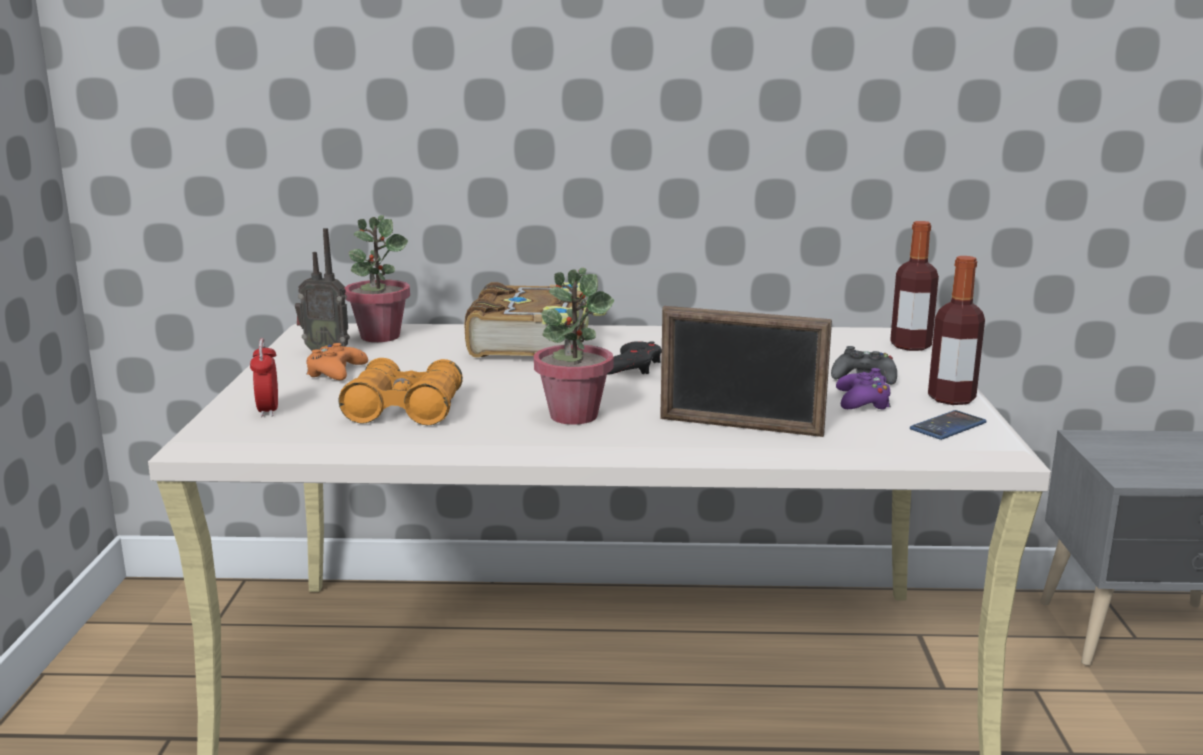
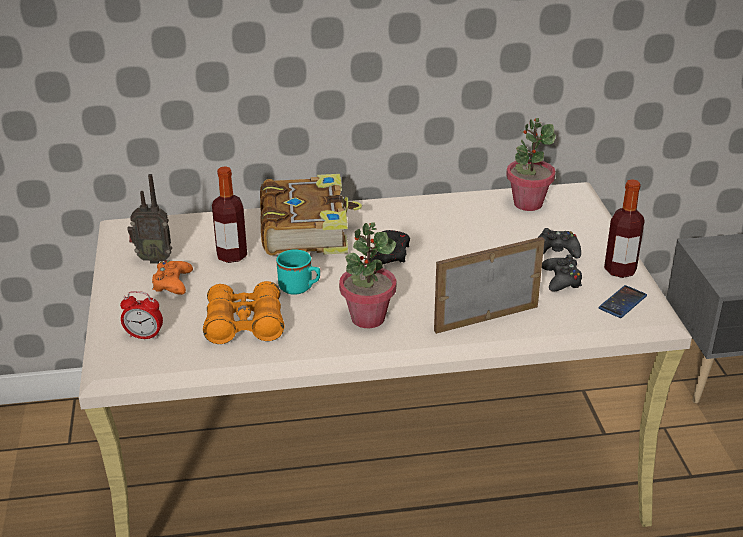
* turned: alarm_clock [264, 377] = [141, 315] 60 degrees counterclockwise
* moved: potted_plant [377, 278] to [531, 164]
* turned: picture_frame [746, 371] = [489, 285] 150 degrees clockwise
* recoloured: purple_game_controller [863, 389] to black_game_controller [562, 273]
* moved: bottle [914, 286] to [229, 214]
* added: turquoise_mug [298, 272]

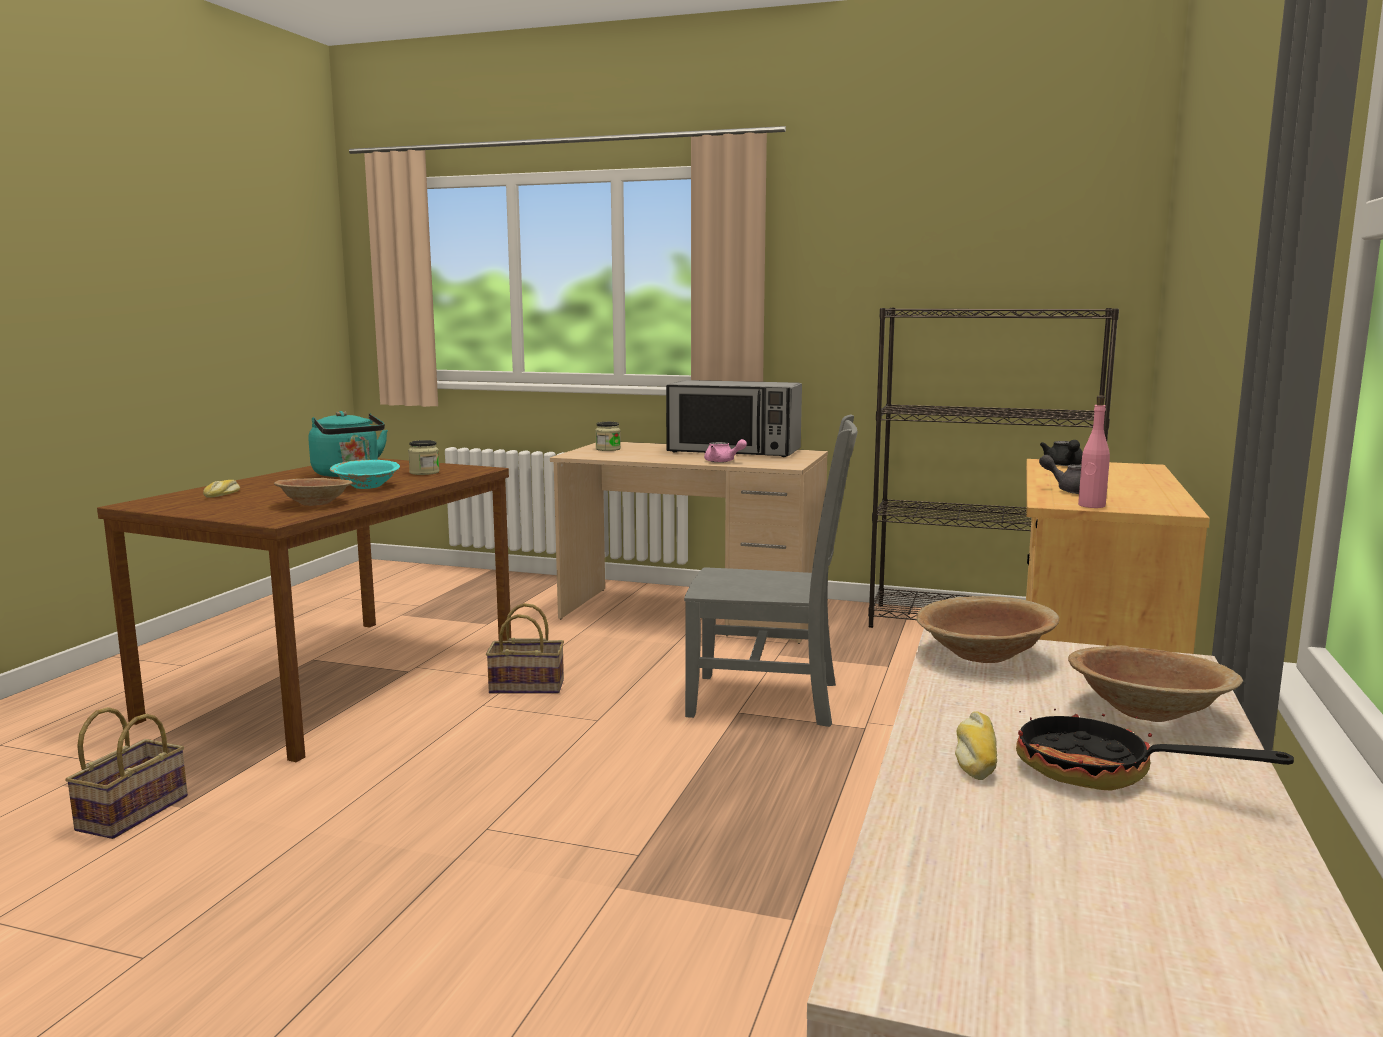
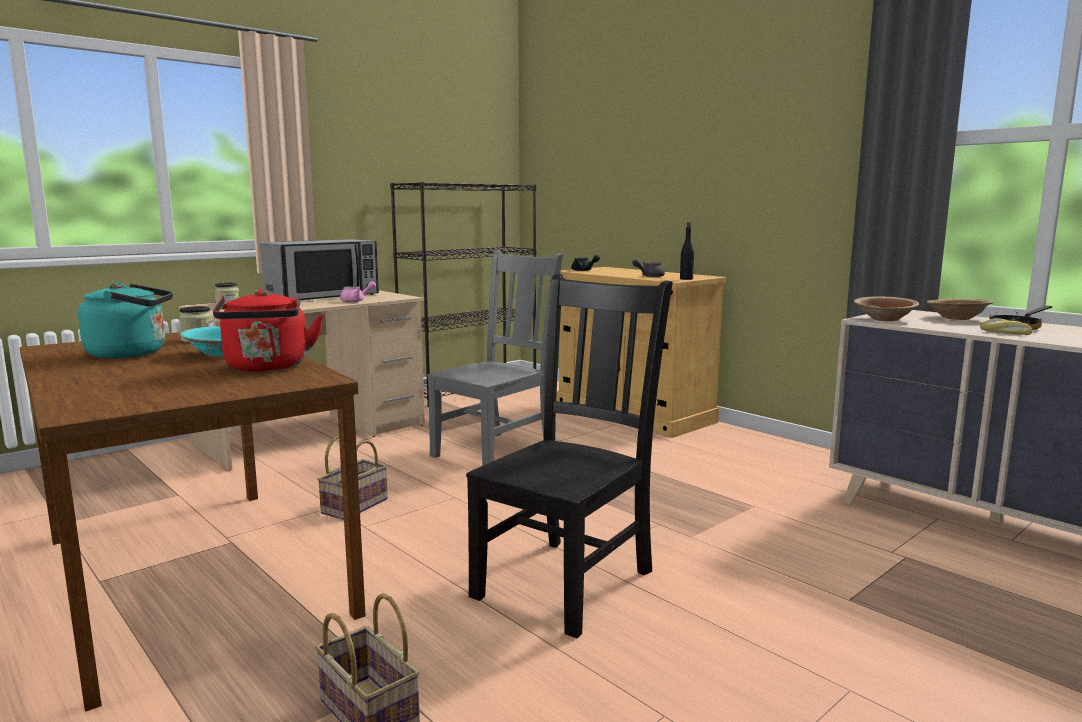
* removed: bread [221, 489]
* replaced: brown_bowl [313, 492] to red_kettle [268, 330]
* recoloured: pink_bottle [1094, 451] to black_bottle [687, 251]
* added: black_chair [569, 456]

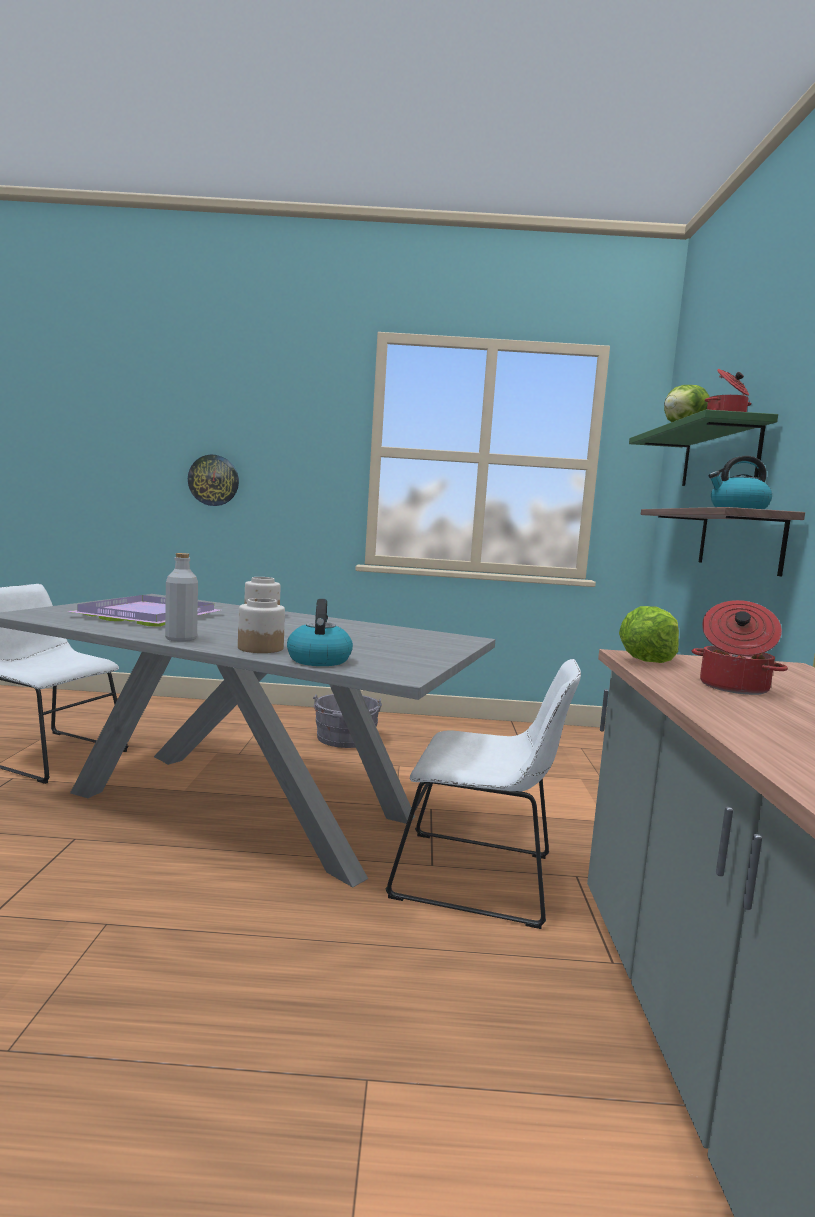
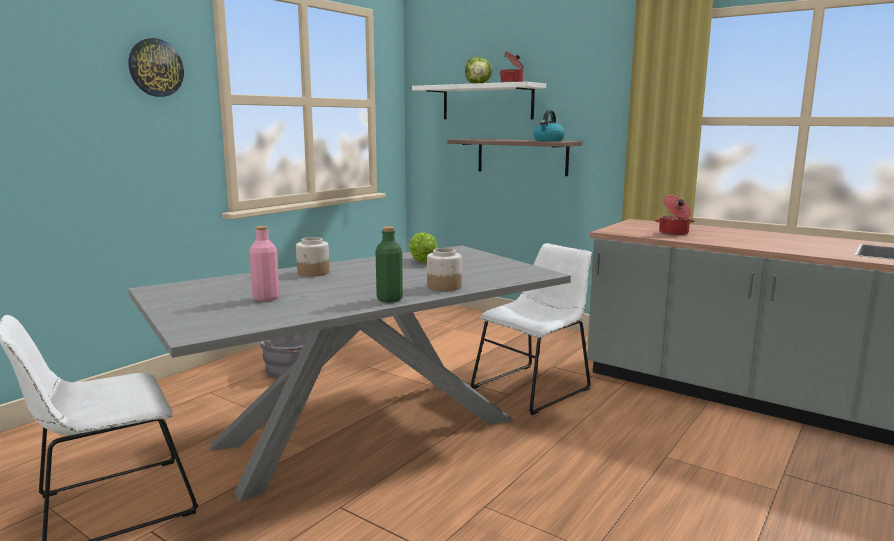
* replaced: purple_tray [144, 611] to pink_bottle [264, 264]
* recoloured: grey_bottle [181, 597] to green_bottle [389, 264]
* moved: wall_clock [213, 480] to [156, 67]
* removed: kettle [320, 632]
* moved: lettuce [649, 634] to [423, 247]
* recoloured: green_shelf [703, 448] to white_shelf [479, 100]

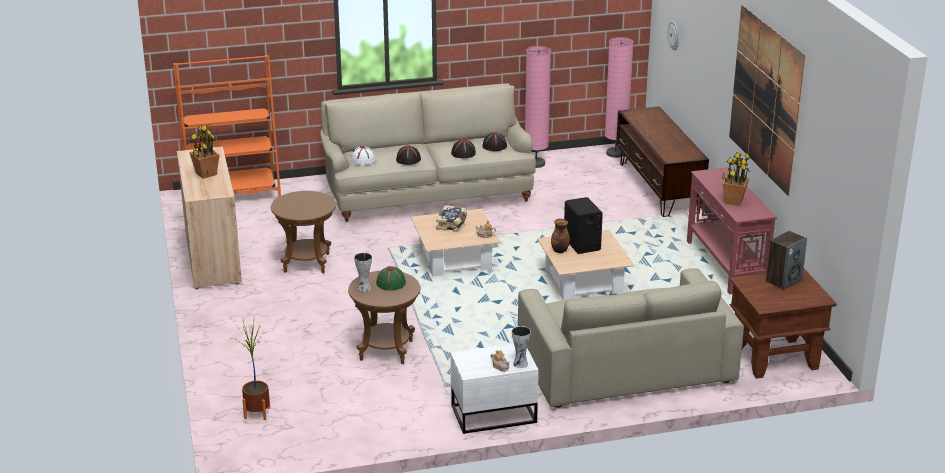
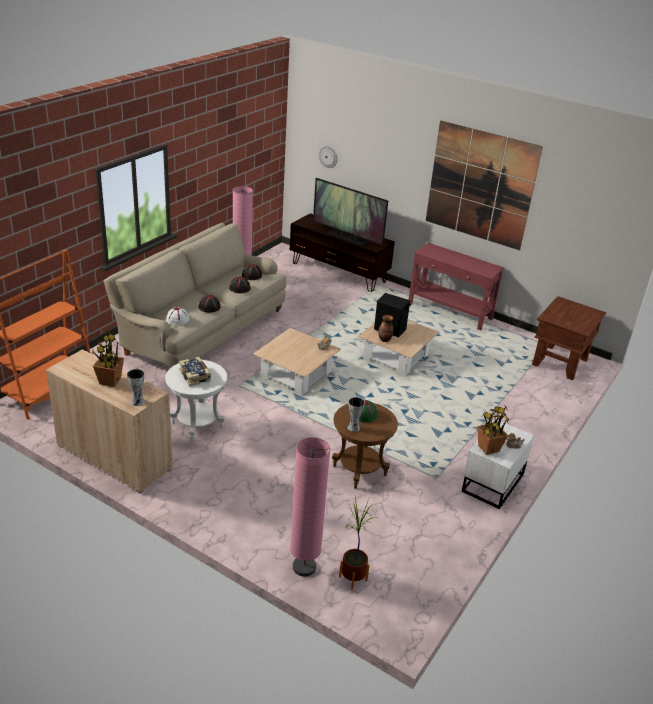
* recoloured: brown_side_table [303, 232] to white_side_table [196, 401]
* moved: book [451, 218] to [195, 371]
* moved: vase [521, 347] to [136, 387]
* removed: beige_sofa [631, 338]
* moved: pink_floor_lamp [619, 97] to [310, 507]
* moved: potted_plant [736, 179] to [493, 429]
* removed: speaker [786, 260]
* added: television [350, 212]

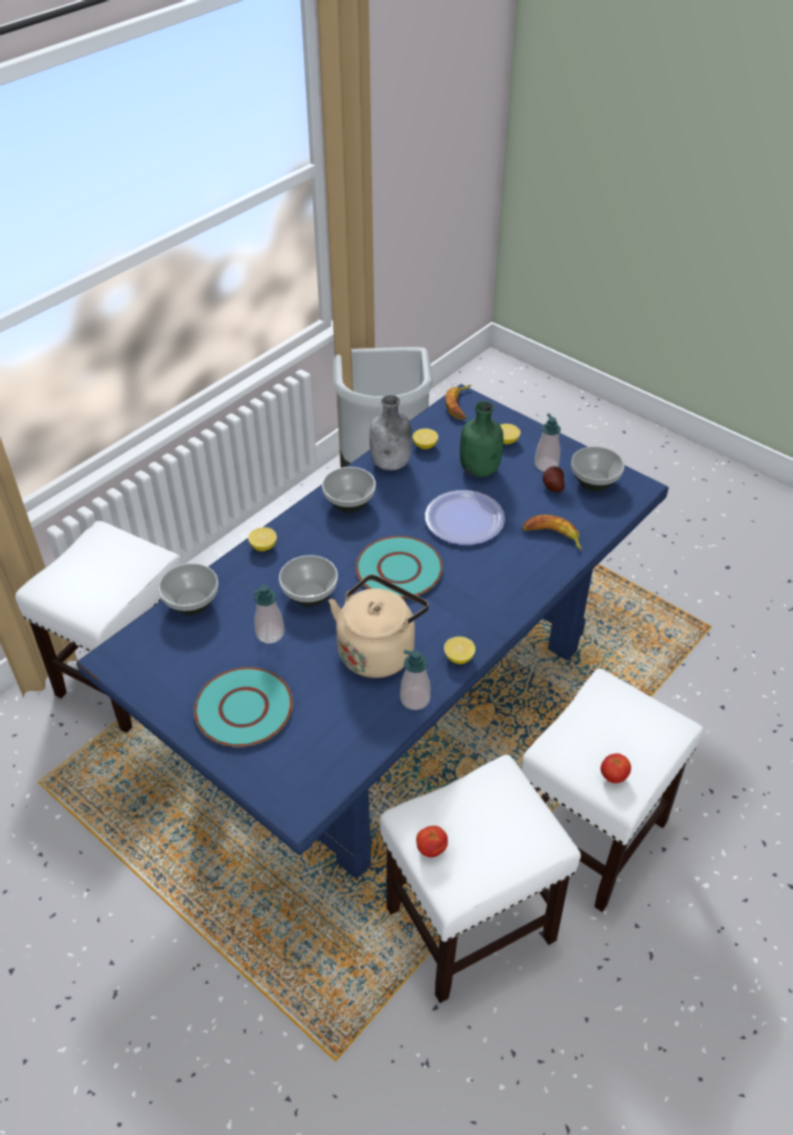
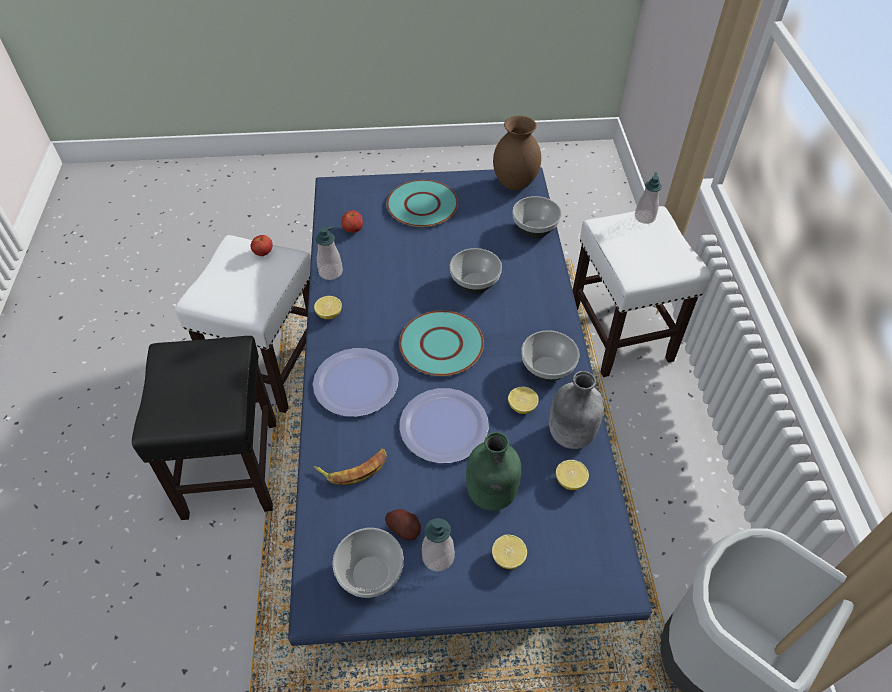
* moved: lemon [262, 539] to [523, 400]
* moved: soap_dispenser [268, 614] to [648, 198]
* removed: beige_kettle [379, 626]
* removed: banana [458, 402]
* recoloured: white_stool [612, 790] to black_stool [204, 428]
* moved: tomato [616, 768] to [352, 221]
* added: plate [356, 382]
* added: brown_vase [517, 153]

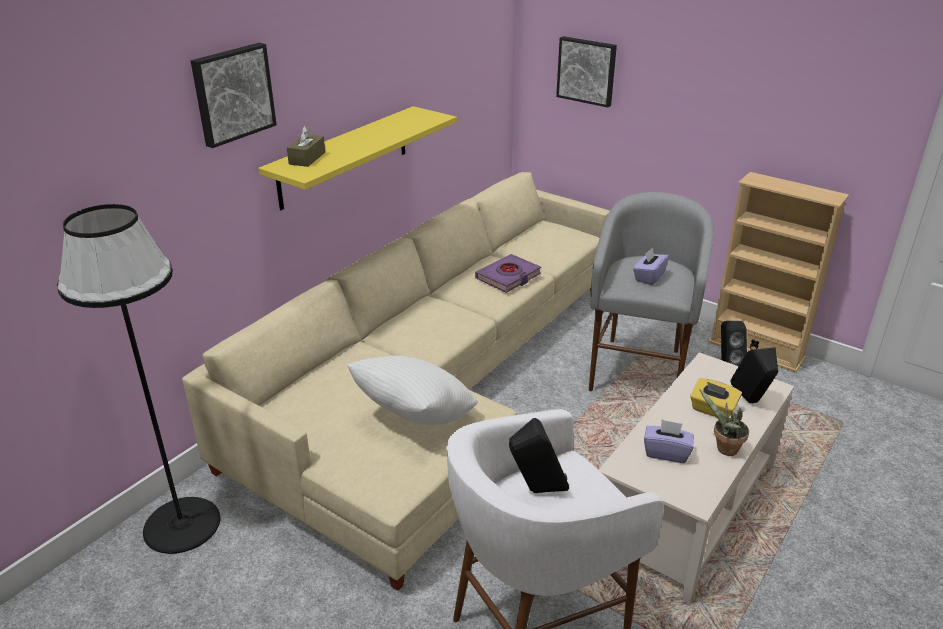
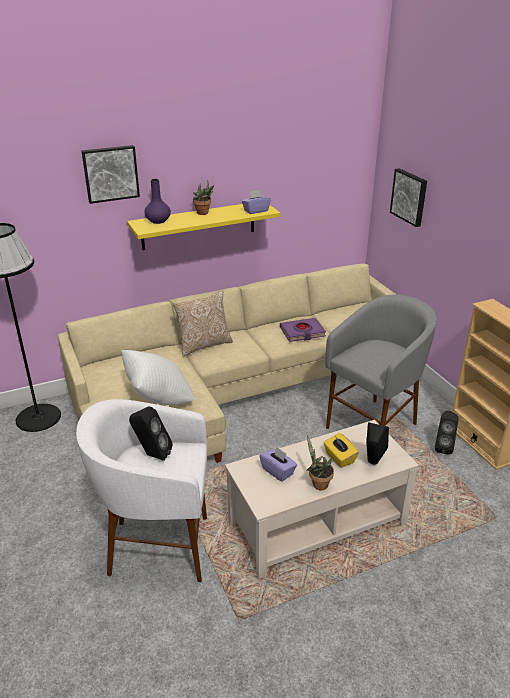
* replaced: brown_tissue_box [306, 146] to purple_vase [157, 201]
* moved: purple_tissue_box [651, 266] to [256, 202]
* added: pillow [203, 324]
* added: potted_plant [203, 197]

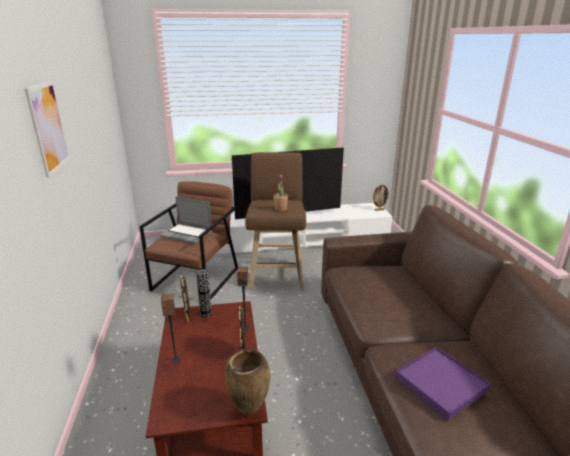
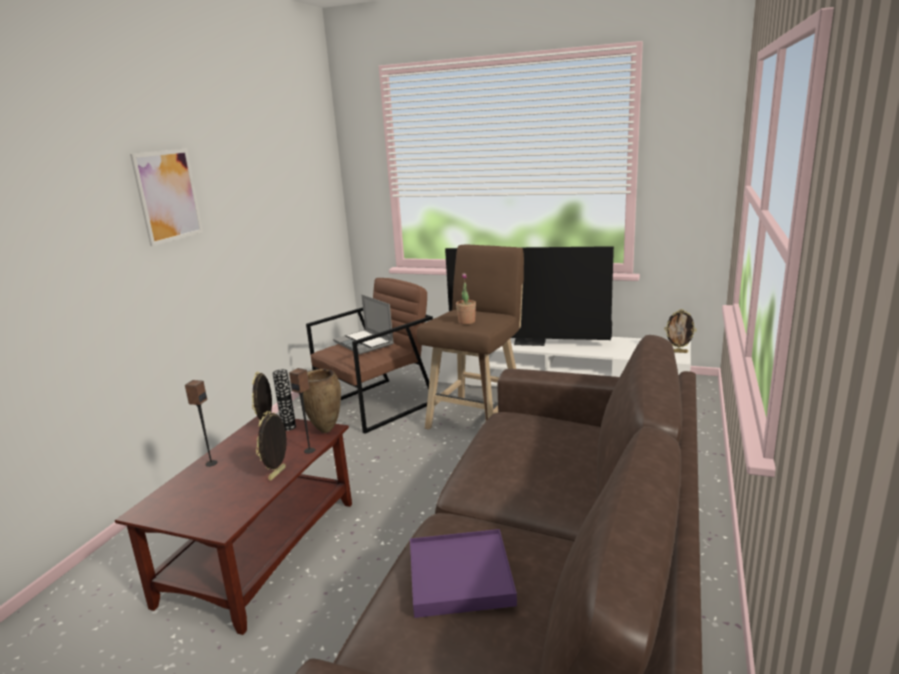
* moved: brown_vase [247, 382] to [322, 401]

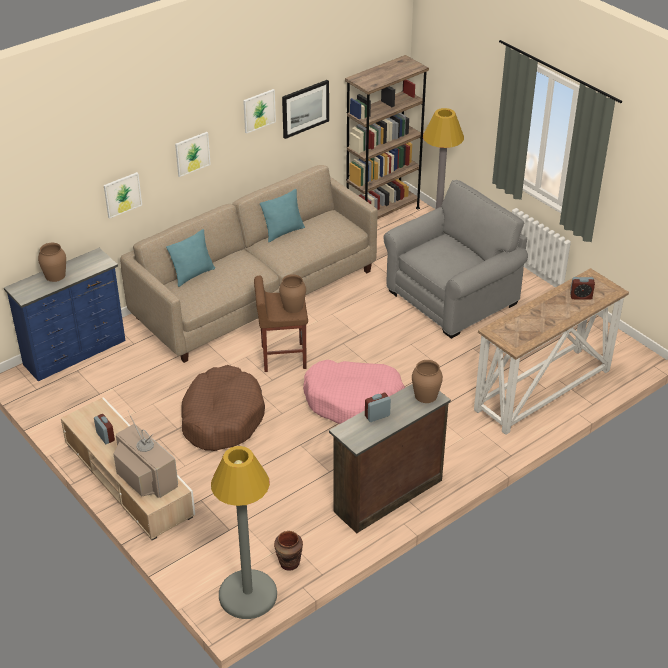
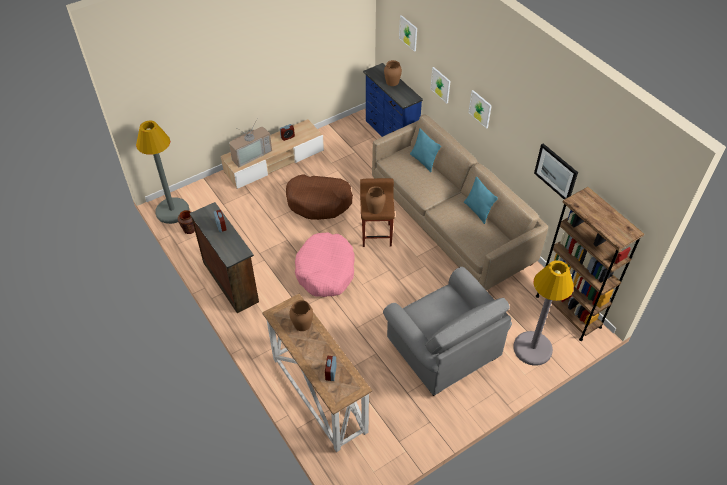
* moved: picture [259, 111] to [408, 33]
* moved: brown_vase [427, 381] to [301, 315]

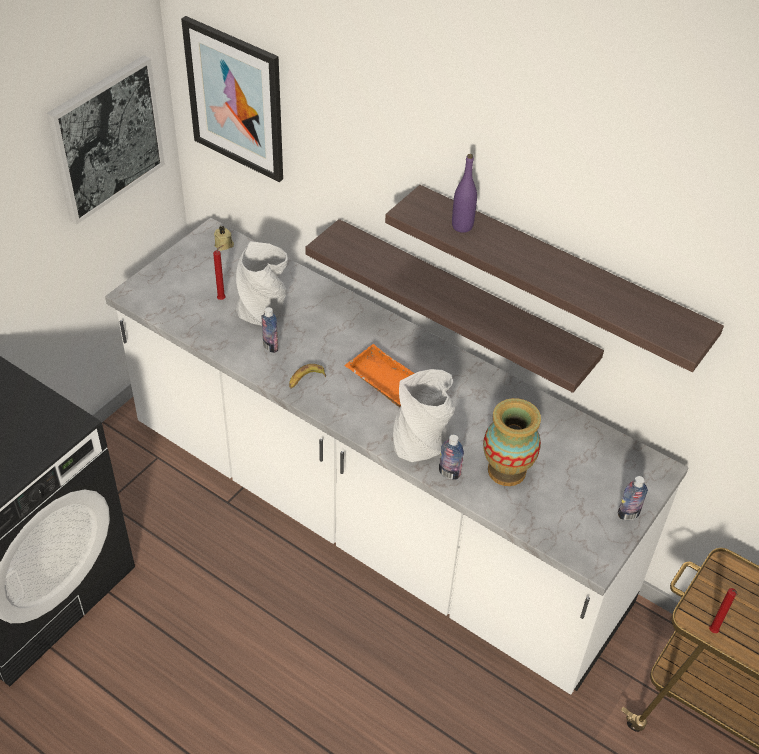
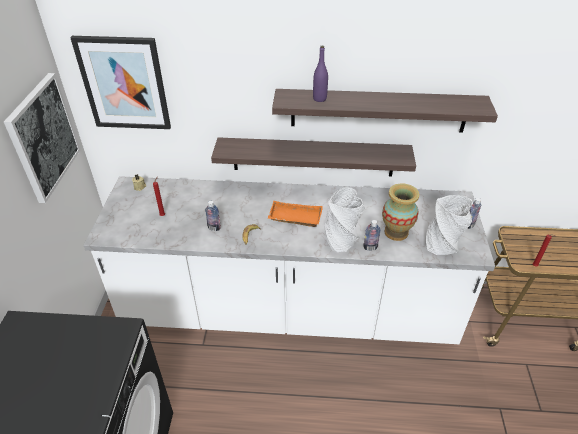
* moved: grey_vase [262, 283] to [449, 225]

